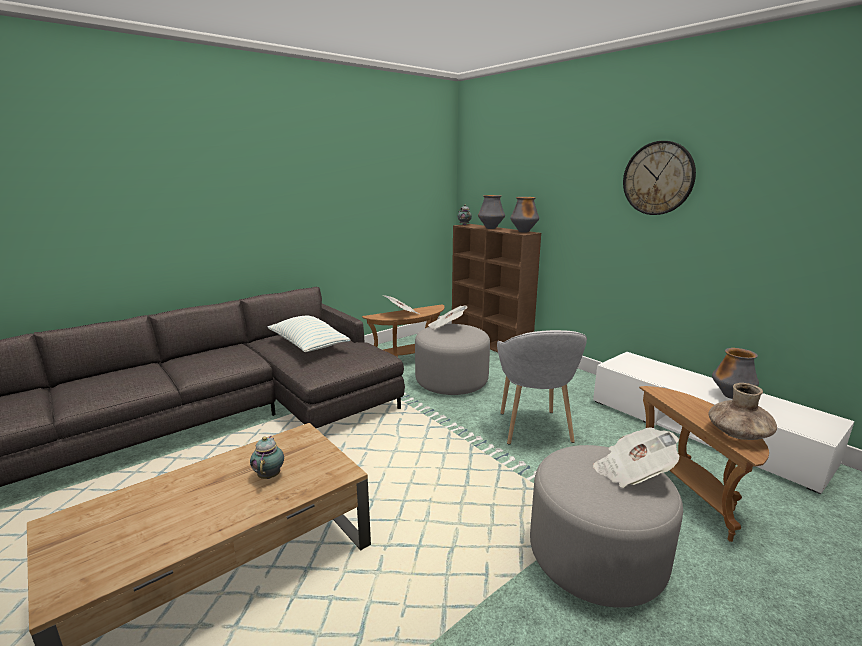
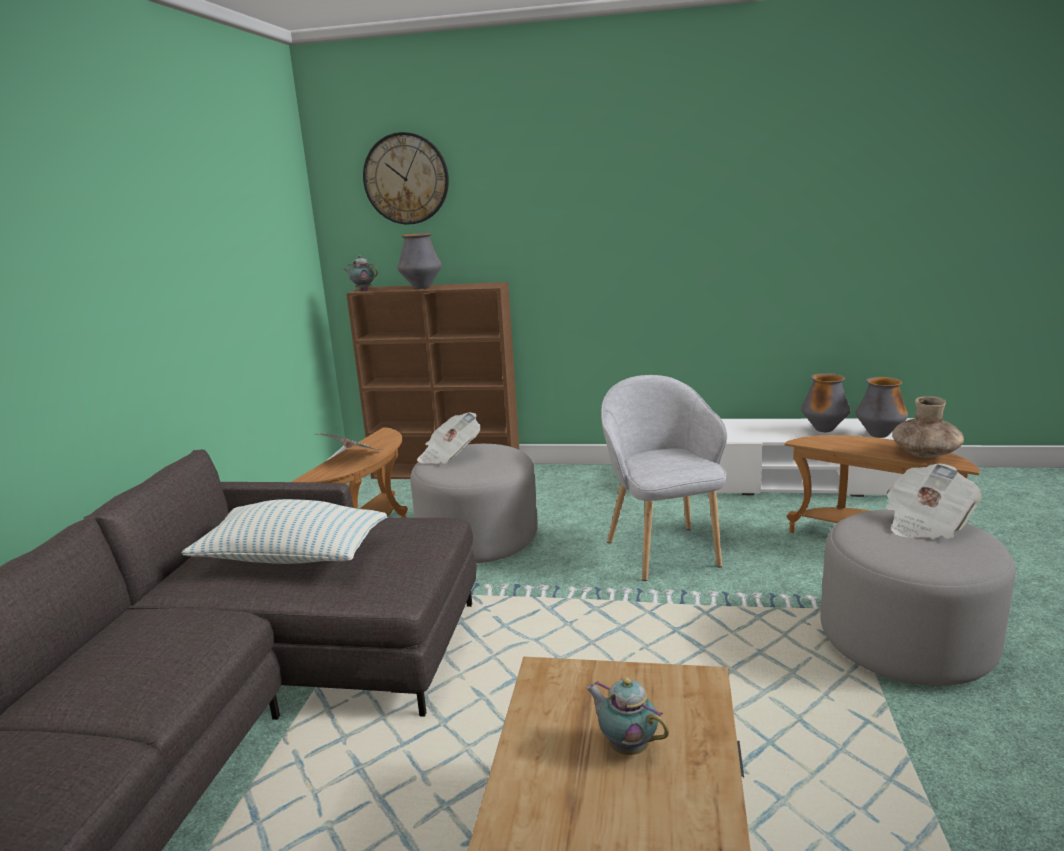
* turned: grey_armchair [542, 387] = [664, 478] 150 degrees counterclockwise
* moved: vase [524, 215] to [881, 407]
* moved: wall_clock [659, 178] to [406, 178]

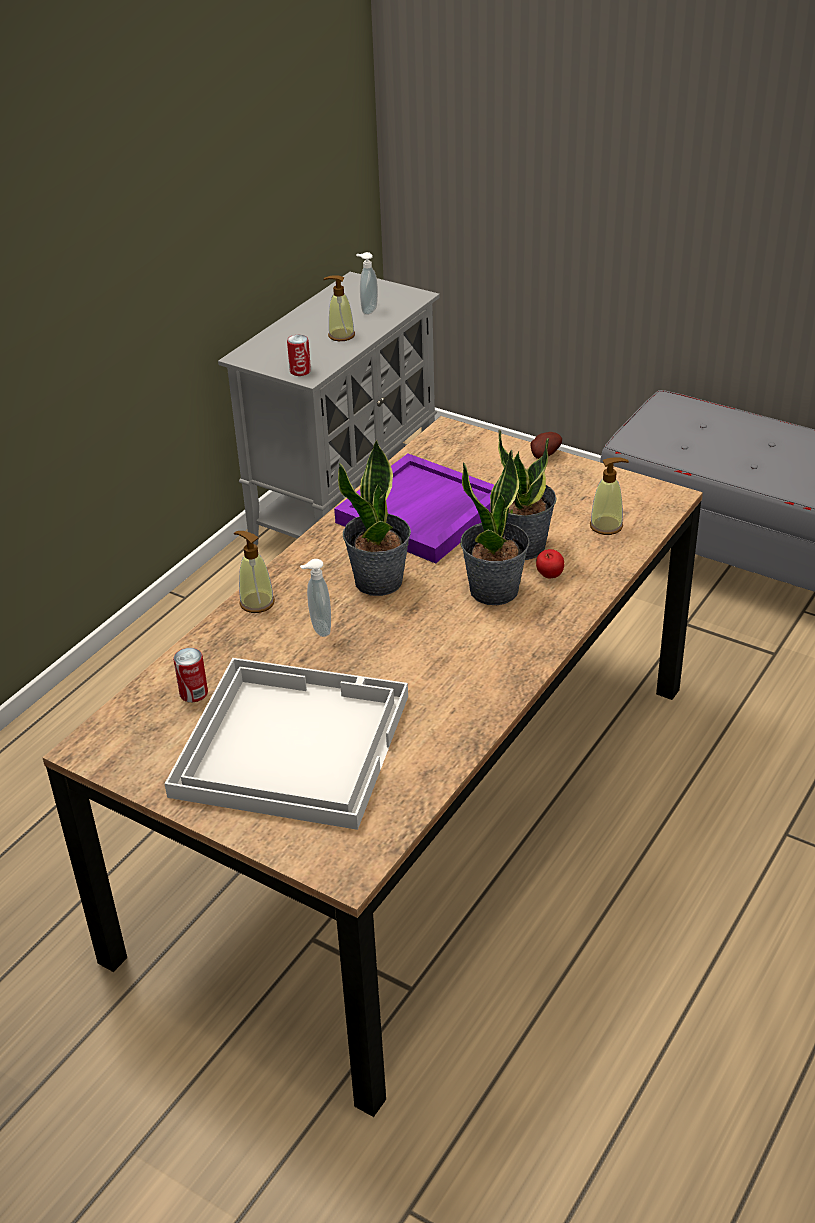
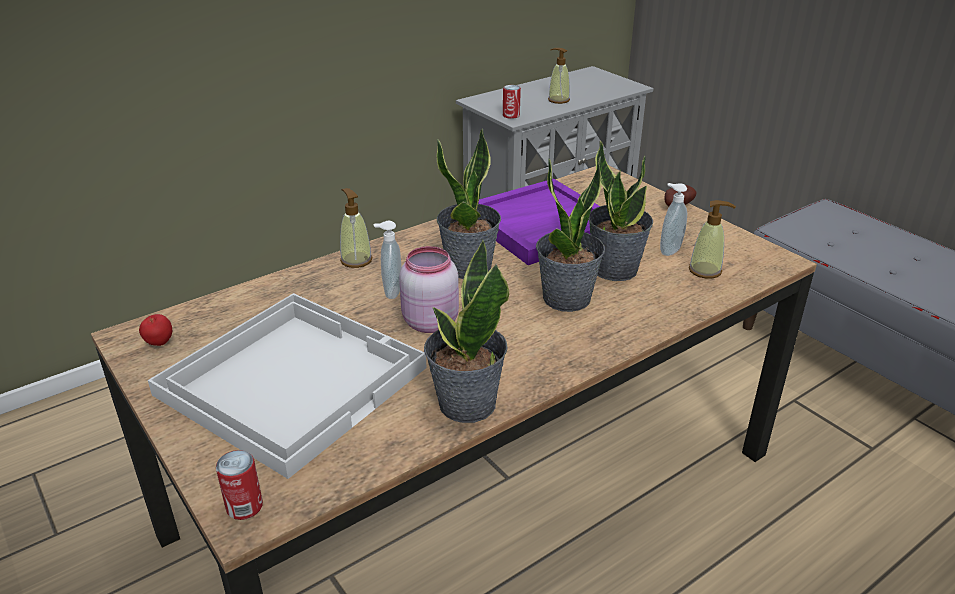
* moved: can [190, 675] to [239, 485]
* moved: soap_dispenser [367, 283] to [673, 219]
* moved: apple [550, 564] to [155, 330]
* added: pink_jar [429, 289]
* added: potted_plant [466, 331]

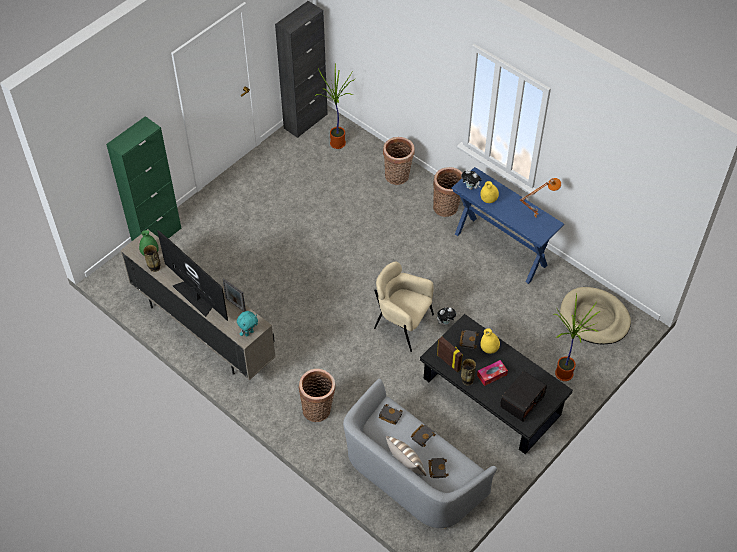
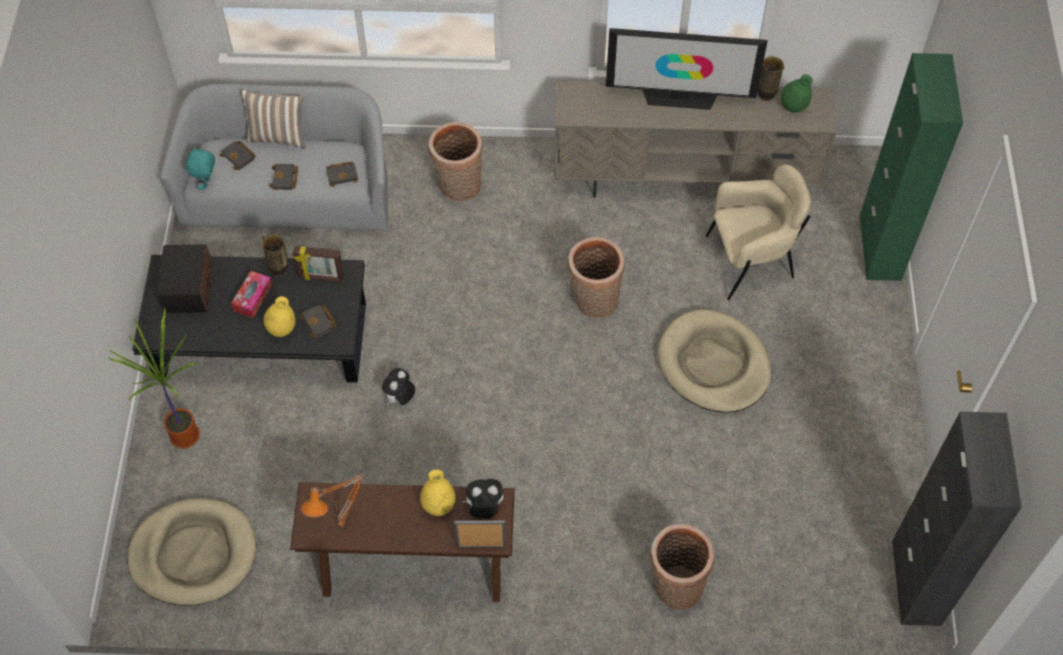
* moved: picture_frame [234, 294] to [480, 534]
* moved: turquoise_plush_toy [247, 323] to [200, 168]
* removed: potted_plant [335, 106]
* moved: beige_armchair [404, 307] to [758, 232]
* moved: basket [447, 192] to [596, 277]
* recoloured: blue_console_table [507, 225] to brown_console_table [402, 542]
* added: beige_dog_bed [714, 361]

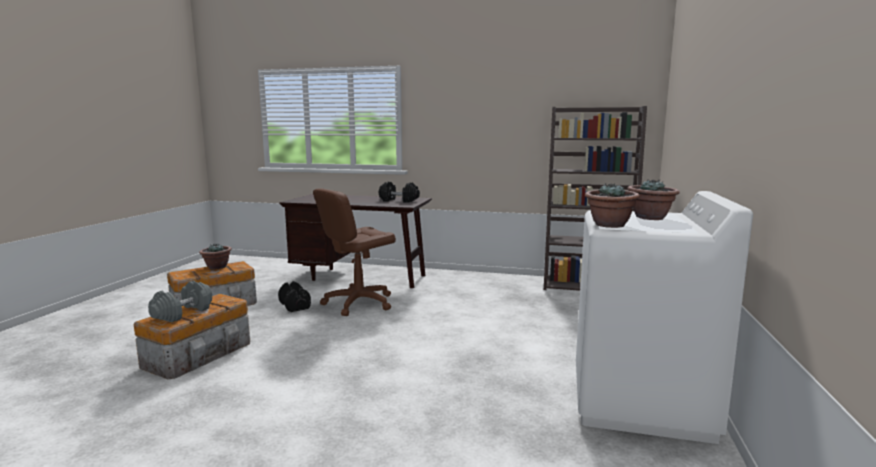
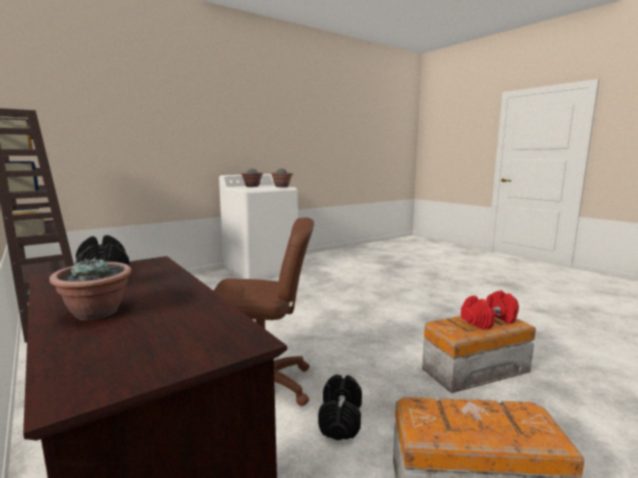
* recoloured: grey_dumbbell [180, 302] to red_dumbbell [490, 310]
* moved: potted_plant [215, 256] to [90, 288]

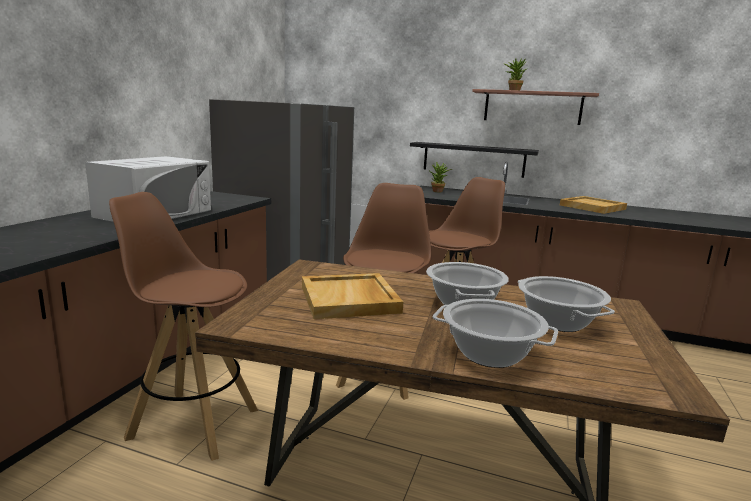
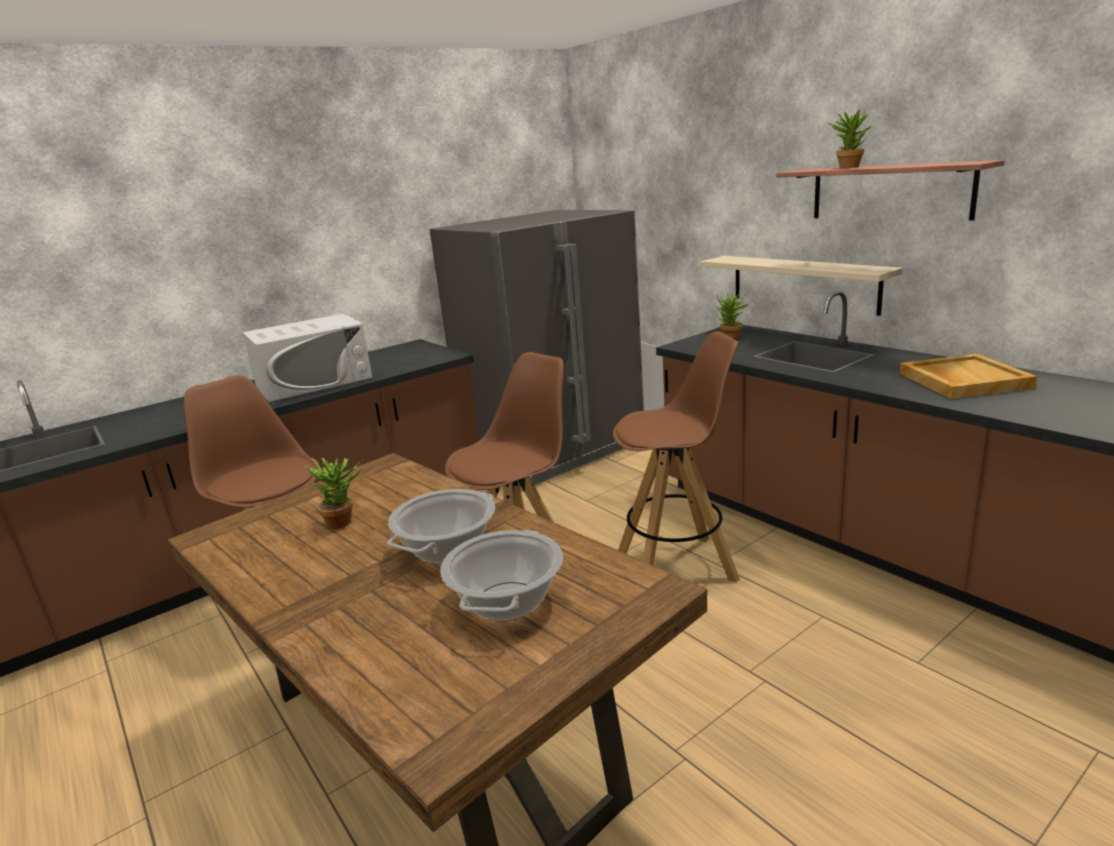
* replaced: beige_tray [352, 296] to potted_plant [333, 493]
* recoloured: black_shelf [474, 160] to beige_shelf [802, 286]
* removed: cooking_pot [495, 333]

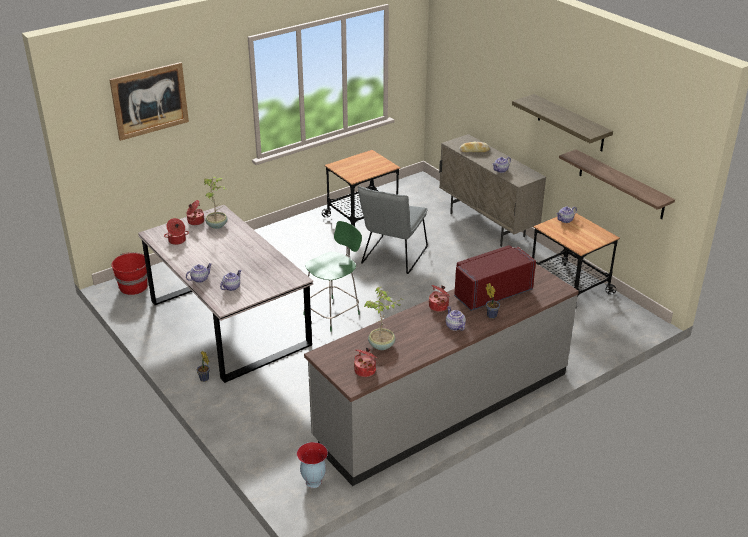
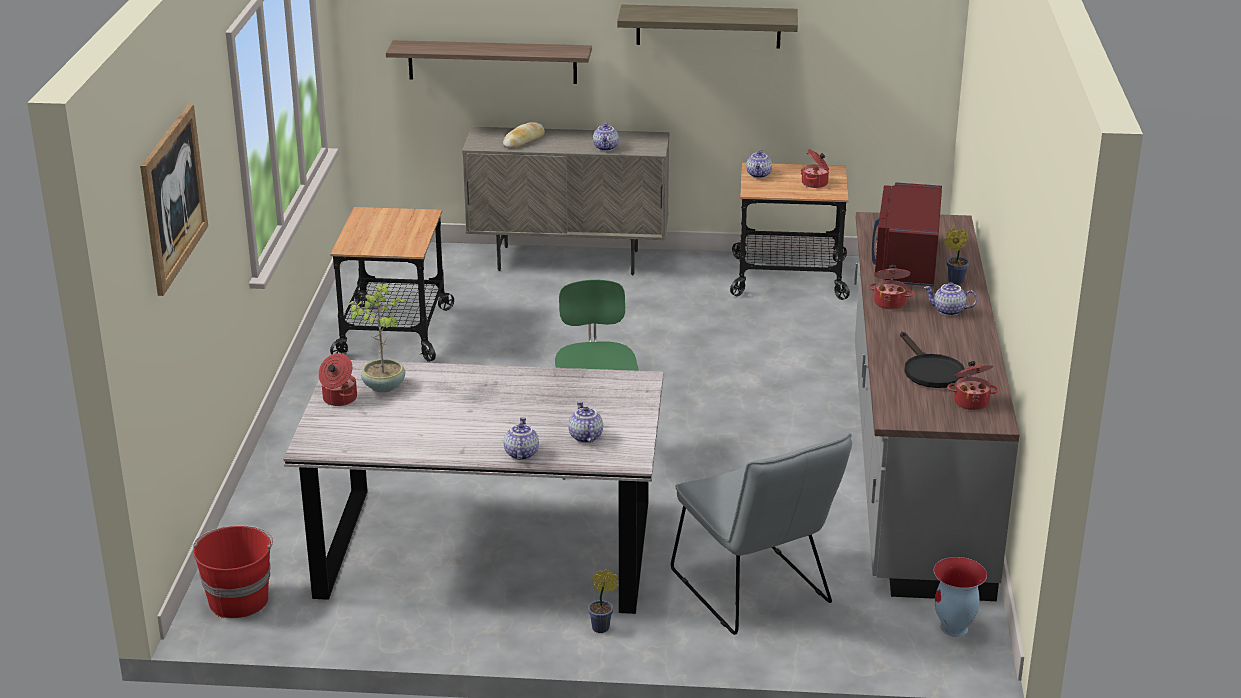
* moved: cooking_pot [176, 231] to [815, 168]
* moved: grey_chair [393, 230] to [761, 534]
* replaced: potted_plant [383, 318] to black_frying_pan [932, 359]
* moved: shelf [617, 184] to [489, 62]

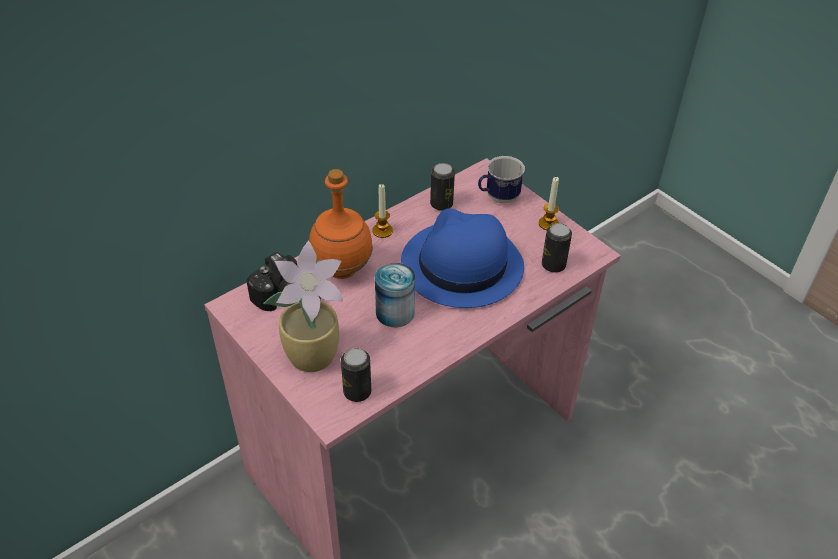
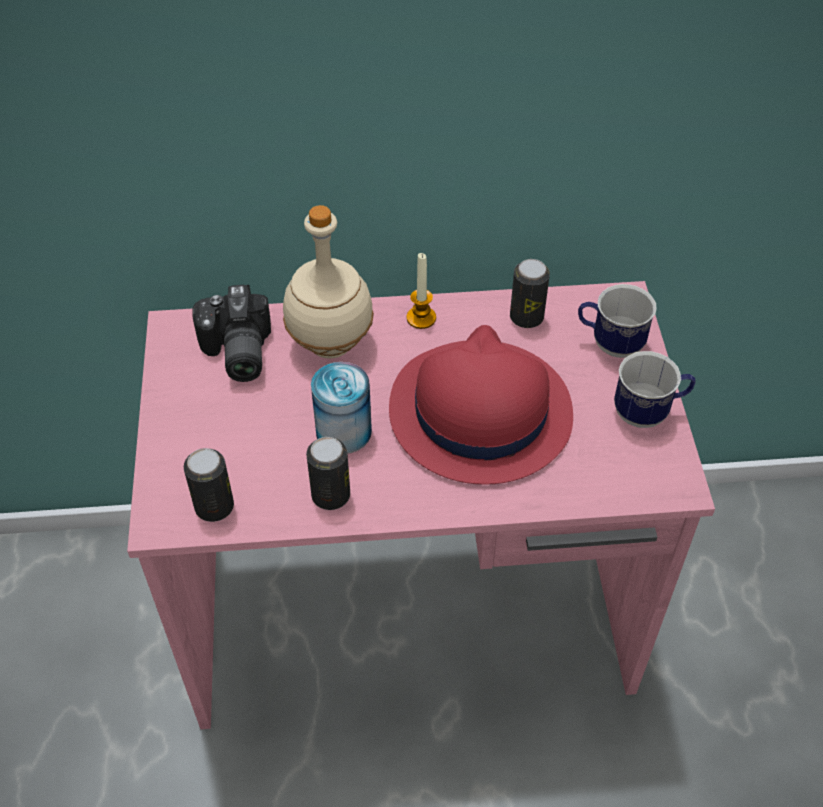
* removed: potted_plant [303, 306]
* recoloured: orange_bottle [341, 224] to beige_bottle [328, 282]
* recoloured: blue_hat [462, 258] to red_hat [481, 405]
* replaced: candle [549, 203] to mug [655, 389]
* moved: can [557, 248] to [328, 473]

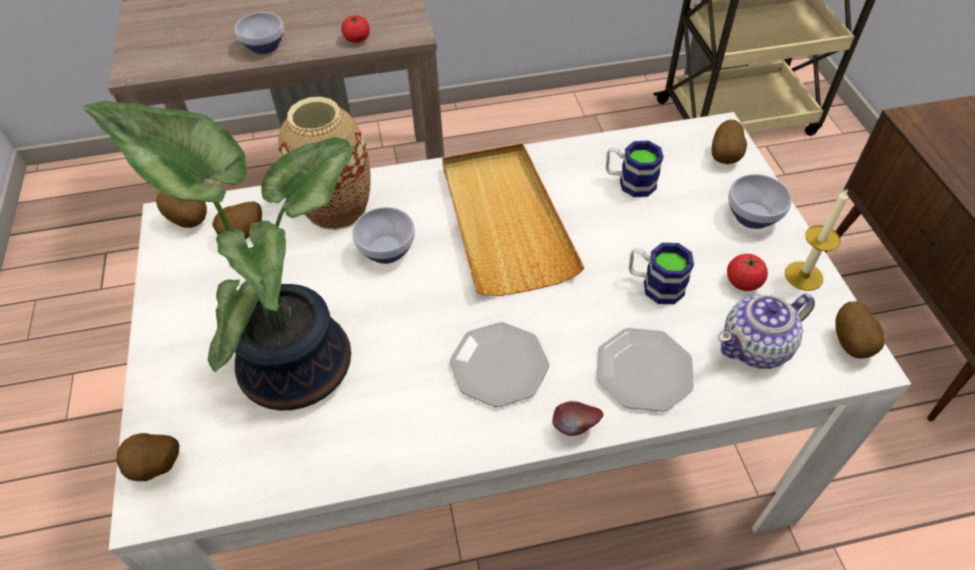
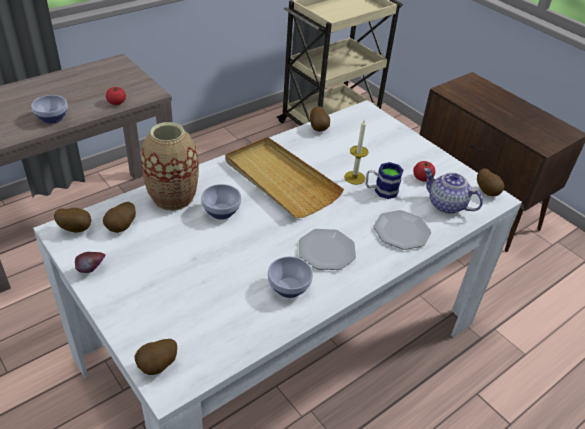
* removed: potted_plant [219, 255]
* moved: apple [578, 418] to [90, 262]
* removed: mug [635, 169]
* moved: potato [729, 141] to [320, 119]
* turned: teapot [766, 331] = [453, 191] 90 degrees clockwise
* moved: bowl [760, 201] to [290, 277]
* moved: candle [816, 239] to [356, 152]

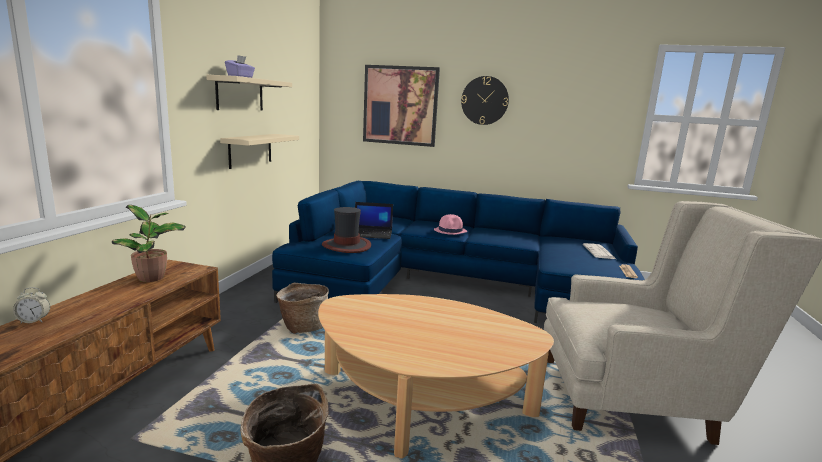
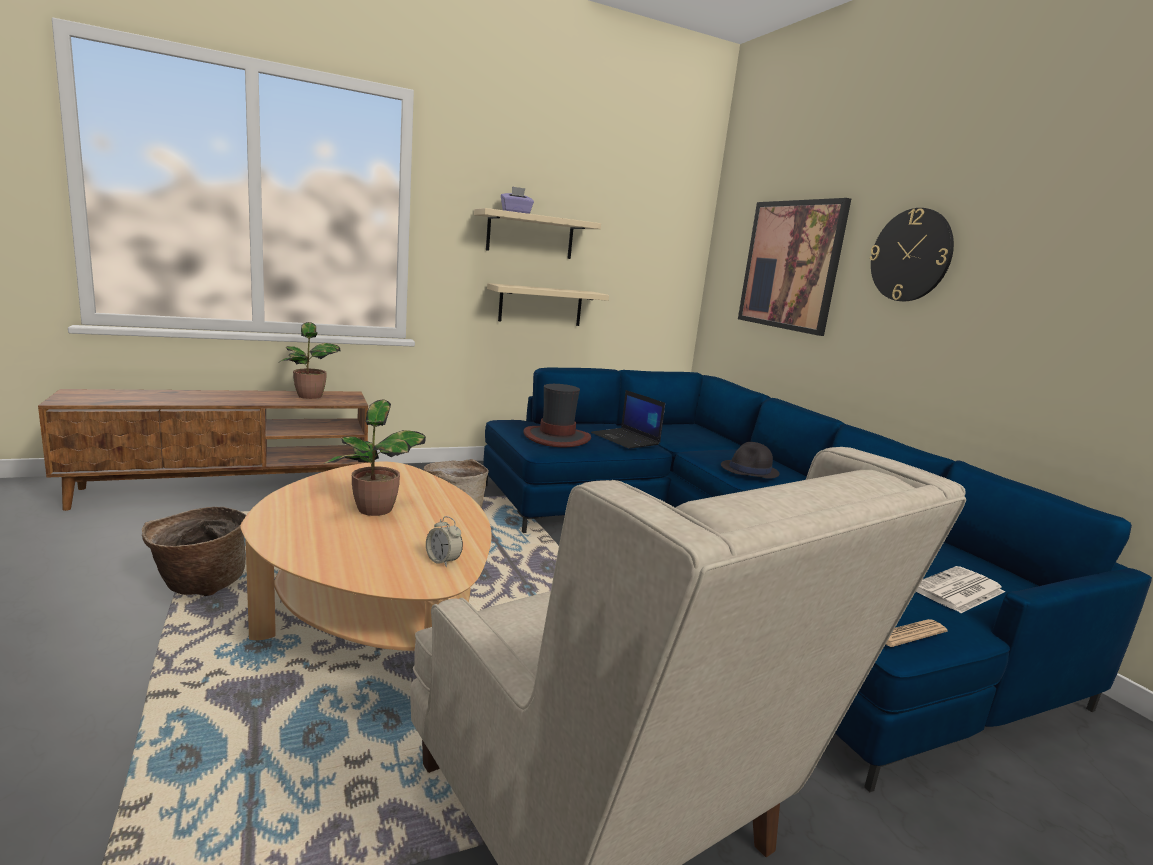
* moved: alarm_clock [31, 305] to [444, 541]
* recoloured: pink_hat [450, 224] to black_hat [750, 460]
* added: potted_plant [374, 458]

